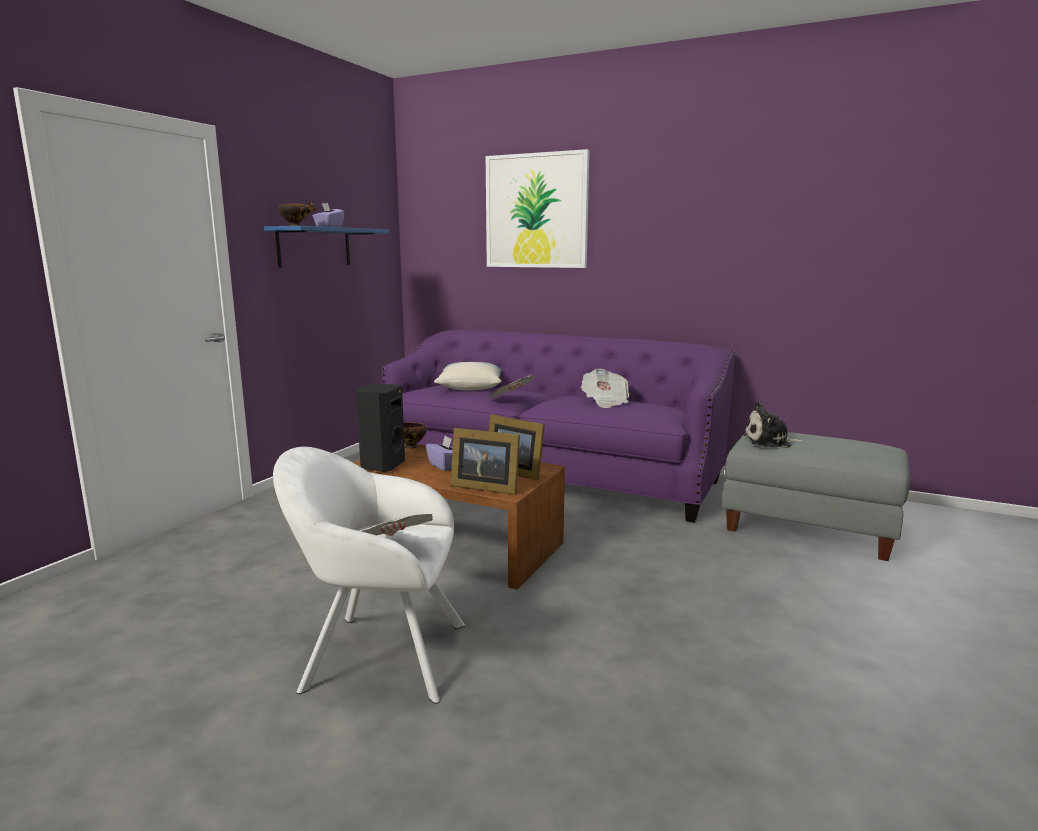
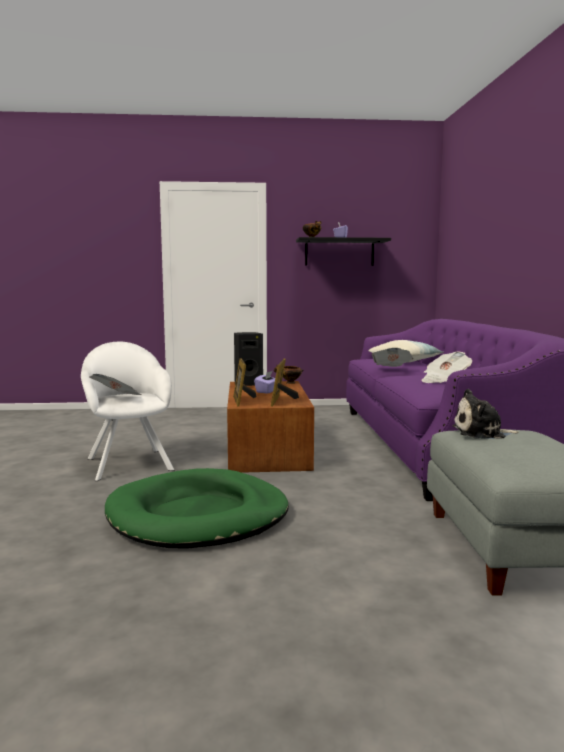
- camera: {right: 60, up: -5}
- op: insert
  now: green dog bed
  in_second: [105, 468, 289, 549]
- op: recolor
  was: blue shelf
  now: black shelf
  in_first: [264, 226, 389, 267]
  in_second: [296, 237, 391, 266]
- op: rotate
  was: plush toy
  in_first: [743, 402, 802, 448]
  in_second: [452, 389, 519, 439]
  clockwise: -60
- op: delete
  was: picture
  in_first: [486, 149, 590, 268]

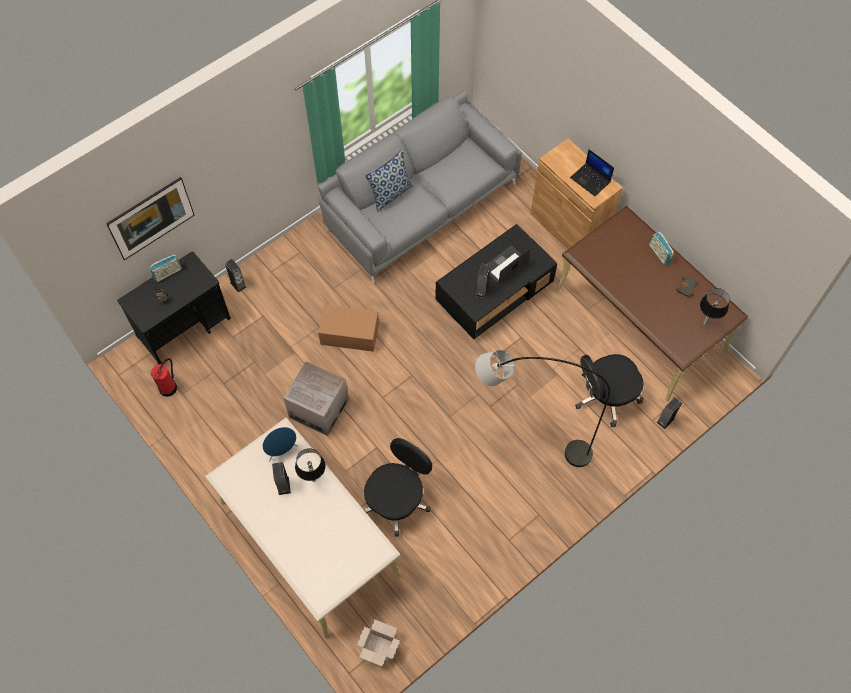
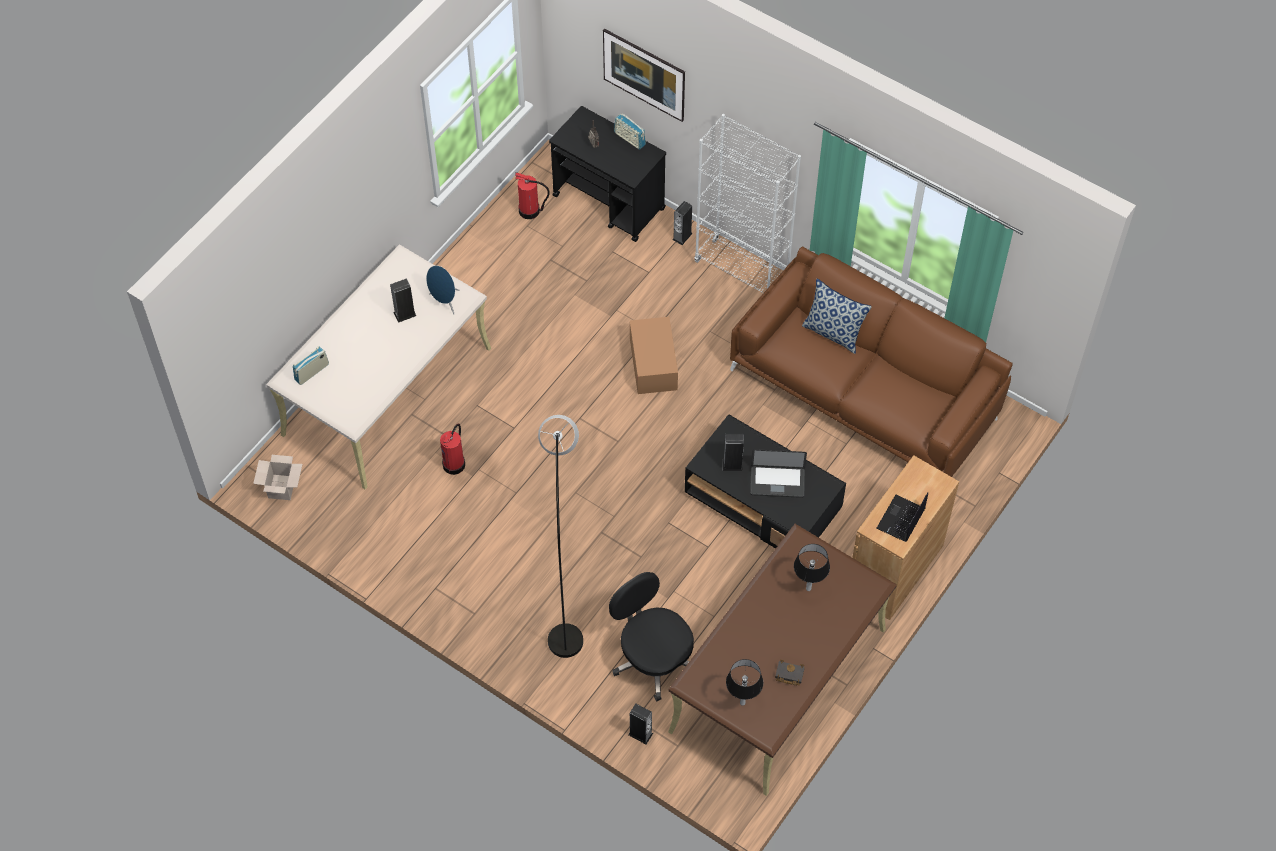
- camera: {right: 75, up: -5}
- op: move
  was: radio
  in_first: [649, 232, 674, 265]
  in_second: [293, 346, 329, 385]
- op: replace
  was: black office chair
  now: fire extinguisher
  in_first: [364, 438, 432, 537]
  in_second: [440, 424, 465, 475]
- op: insert
  now: white bookcase
  in_second: [694, 114, 801, 293]
- op: recolor
  was: grey sofa
  now: brown sofa
  in_first: [318, 91, 522, 284]
  in_second: [730, 246, 1013, 477]
- op: rotate
  was: laptop
  in_first: [486, 246, 530, 284]
  in_second: [750, 449, 807, 498]
  clockwise: 150
- op: move
  was: table lamp
  in_first: [295, 448, 326, 482]
  in_second: [794, 544, 830, 591]
- op: delete
  was: cardboard box
  in_first: [283, 361, 349, 436]

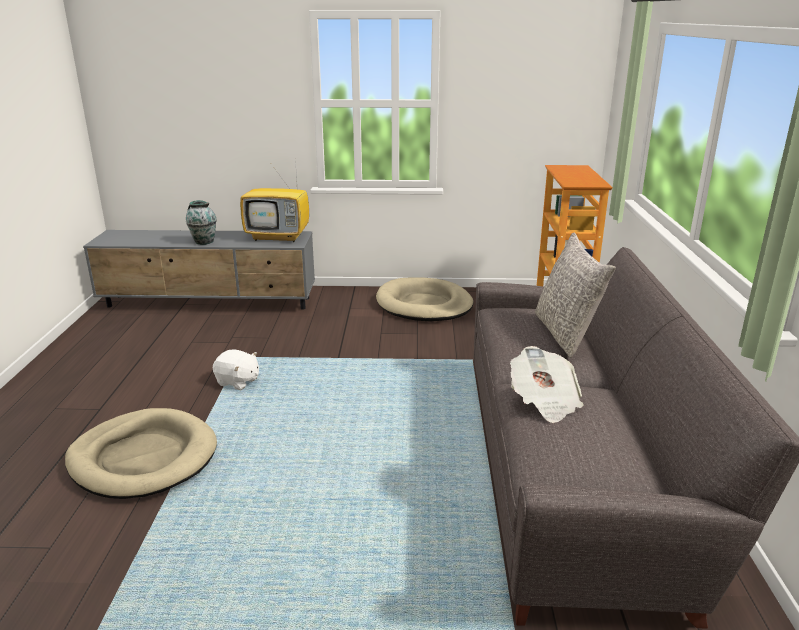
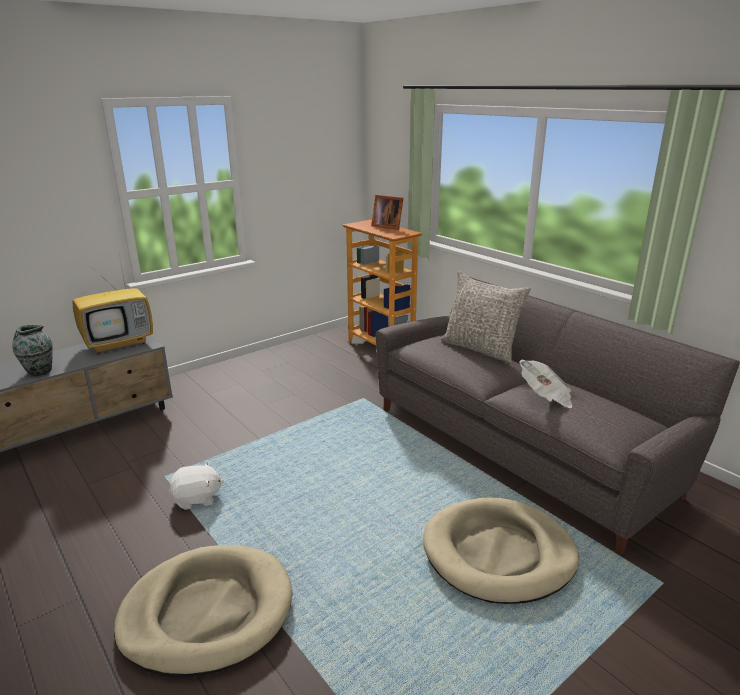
- camera: {right: -40, up: 0}
- op: insert
  now: picture frame
  in_second: [371, 195, 403, 230]
- op: move
  was: beige dog bed
  in_first: [376, 277, 474, 322]
  in_second: [423, 498, 579, 604]

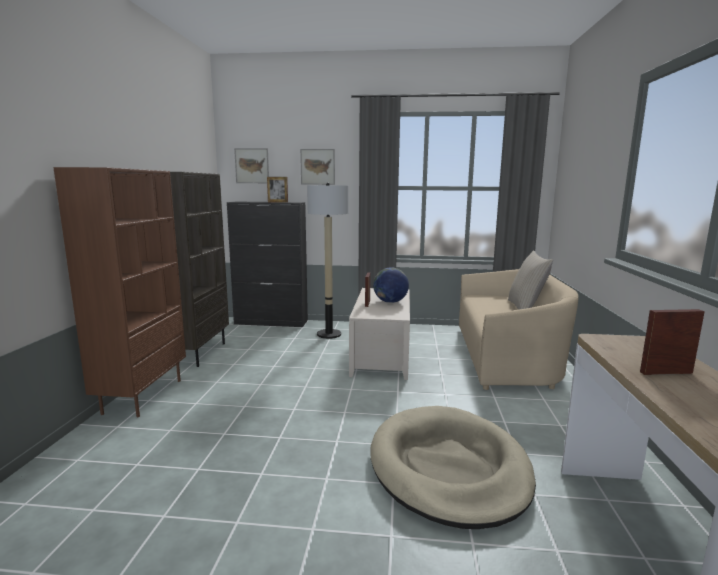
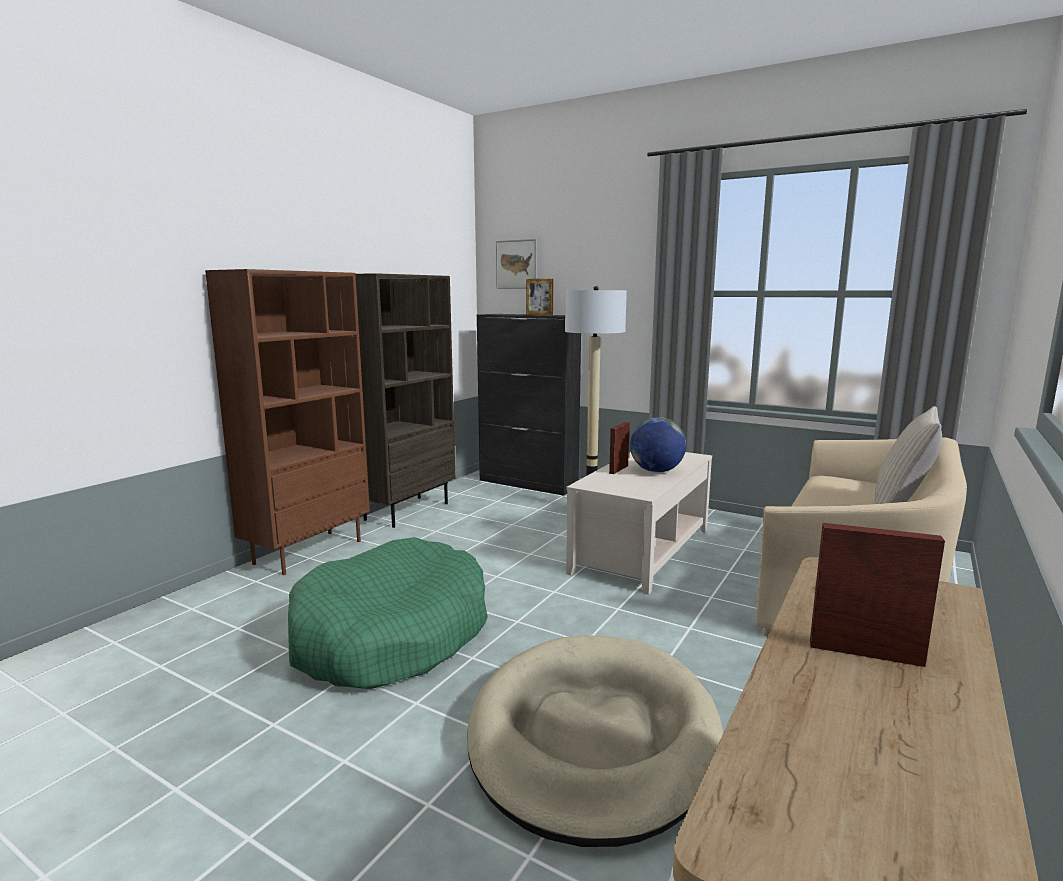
- camera: {right: 25, up: 0}
- op: insert
  now: green dog bed
  in_second: [288, 537, 488, 689]
- op: delete
  was: picture
  in_first: [300, 149, 335, 185]

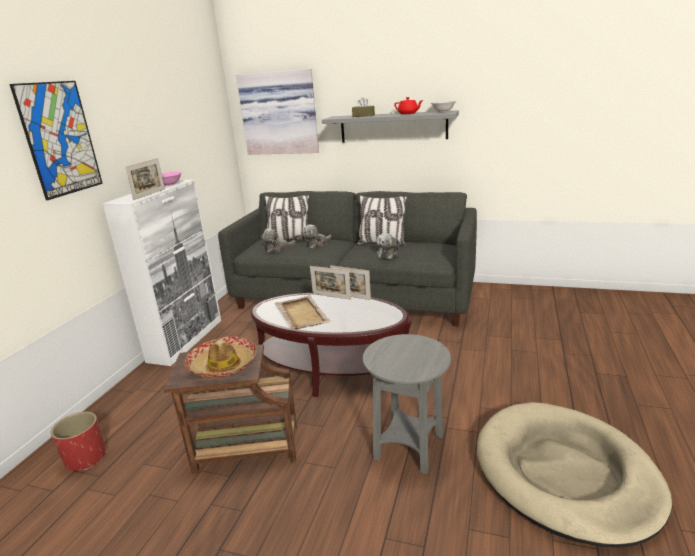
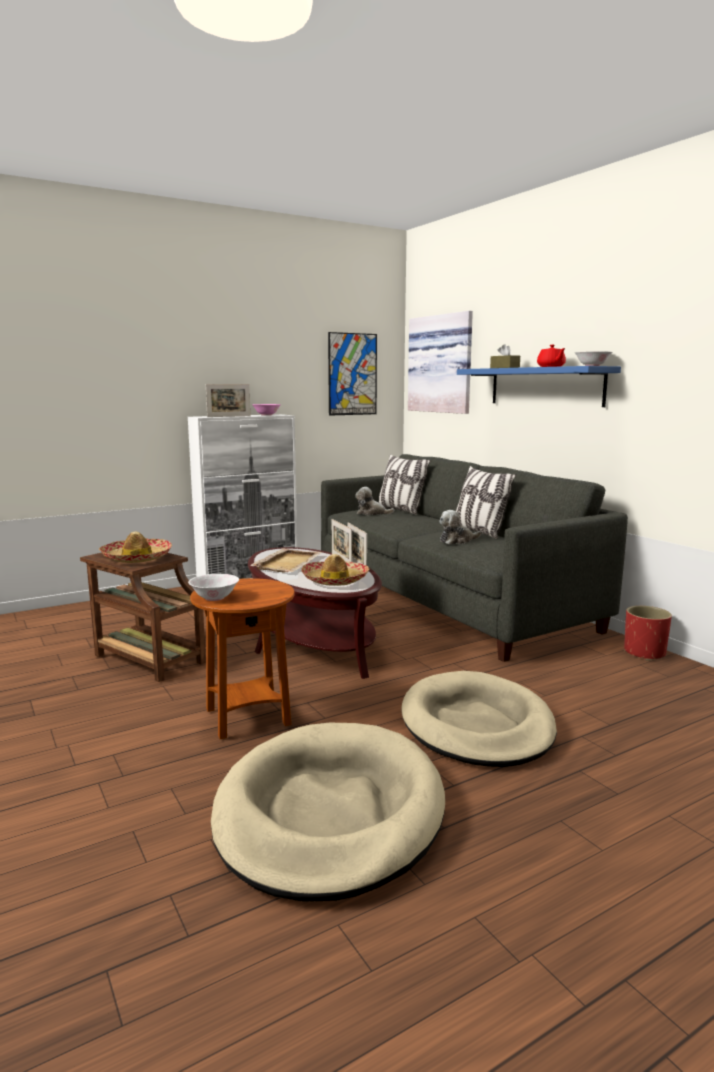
- camera: {right: 40, up: -10}
- op: insert
  now: white bowl
  in_second: [188, 574, 239, 601]
- op: recolor
  was: grey side table
  now: brown side table
  in_first: [363, 334, 451, 474]
  in_second: [190, 578, 295, 739]
- op: insert
  now: hat
  in_second: [301, 554, 369, 586]
- op: move
  was: picture
  in_first: [9, 81, 103, 200]
  in_second: [328, 332, 377, 416]
- op: insert
  now: beige dog bed
  in_second: [401, 671, 557, 767]
- op: recolor
  was: grey shelf
  now: blue shelf
  in_first: [322, 110, 459, 142]
  in_second: [457, 366, 621, 407]
- op: move
  was: red planter
  in_first: [50, 412, 106, 471]
  in_second: [624, 606, 672, 661]
- op: delete
  was: plush toy
  in_first: [304, 224, 331, 249]

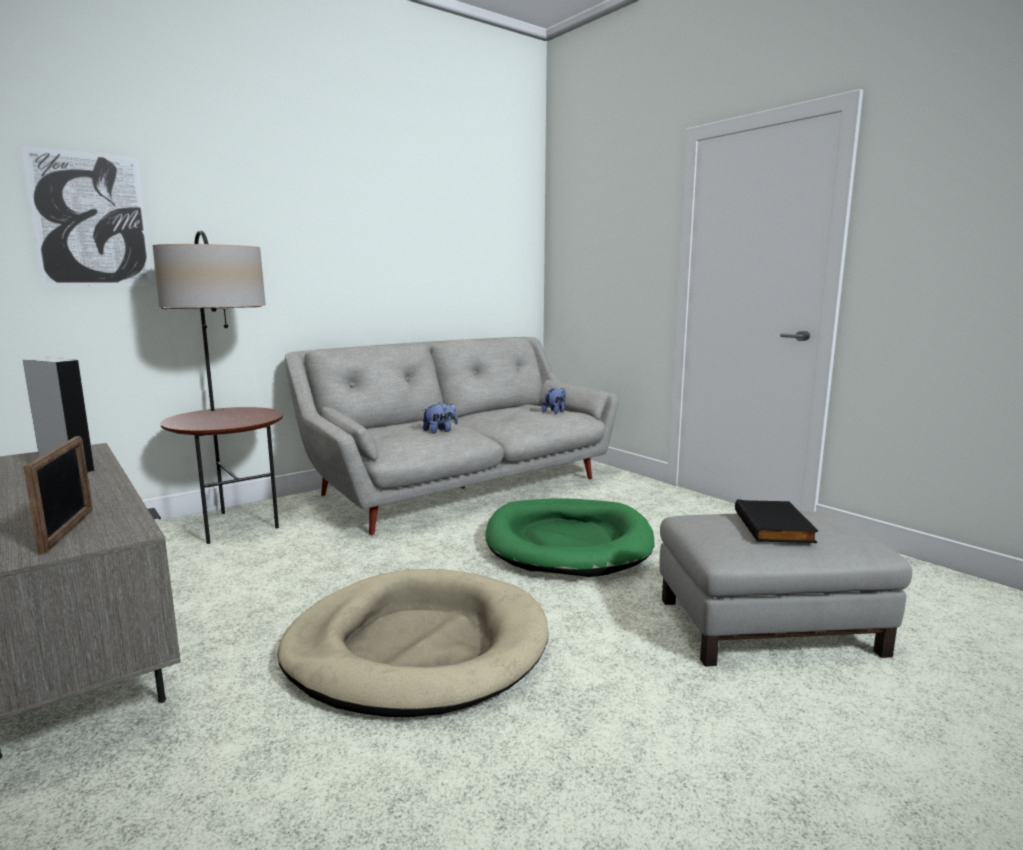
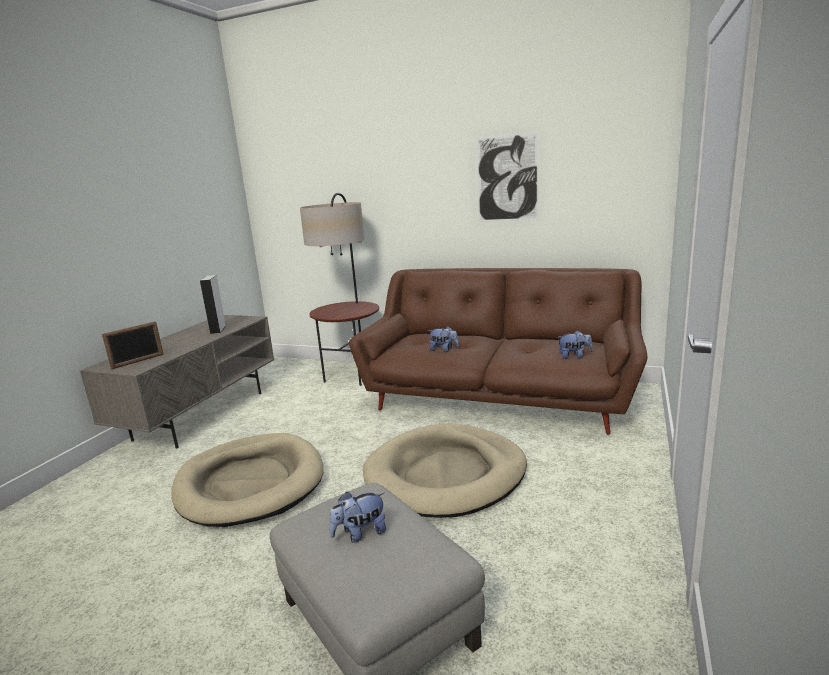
- camera: {right: 60, up: 5}
- op: replace
  was: black book
  now: plush toy
  in_first: [735, 499, 818, 543]
  in_second: [329, 492, 386, 543]
- op: recolor
  was: grey sofa
  now: brown sofa
  in_first: [285, 337, 619, 535]
  in_second: [349, 268, 647, 434]
- op: recolor
  was: green dog bed
  now: beige dog bed
  in_first: [485, 498, 654, 577]
  in_second: [363, 424, 527, 518]
- op: move
  was: picture
  in_first: [21, 146, 153, 285]
  in_second: [475, 131, 539, 222]

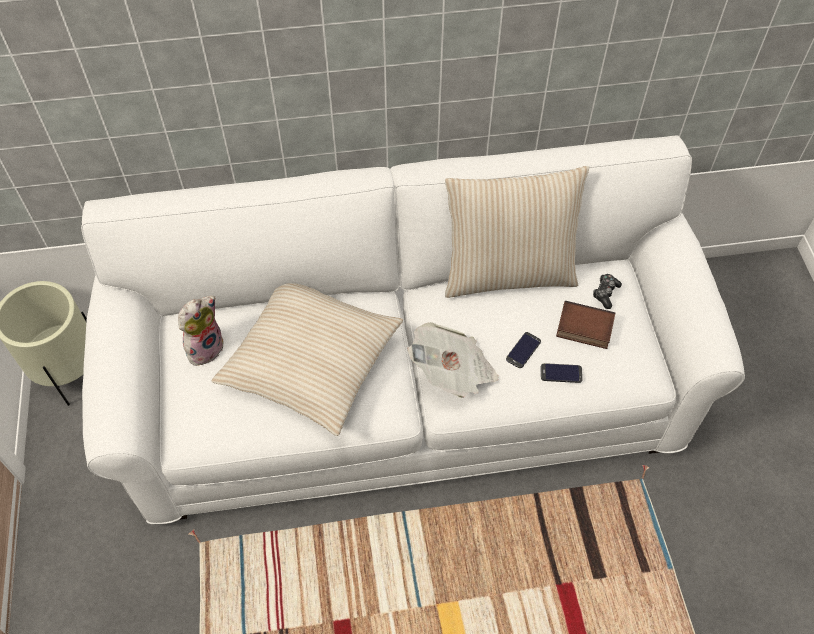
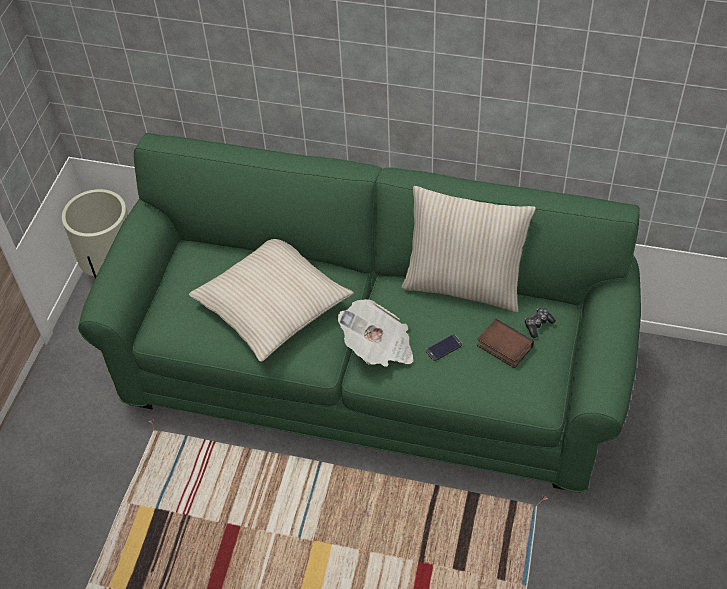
- camera: {right: 25, up: -5}
- op: recolor
  was: white sofa
  now: green sofa
  in_first: [81, 136, 745, 524]
  in_second: [78, 133, 641, 493]
- op: delete
  was: plush toy
  in_first: [178, 295, 223, 366]
- op: delete
  was: phone
  in_first: [541, 363, 583, 383]

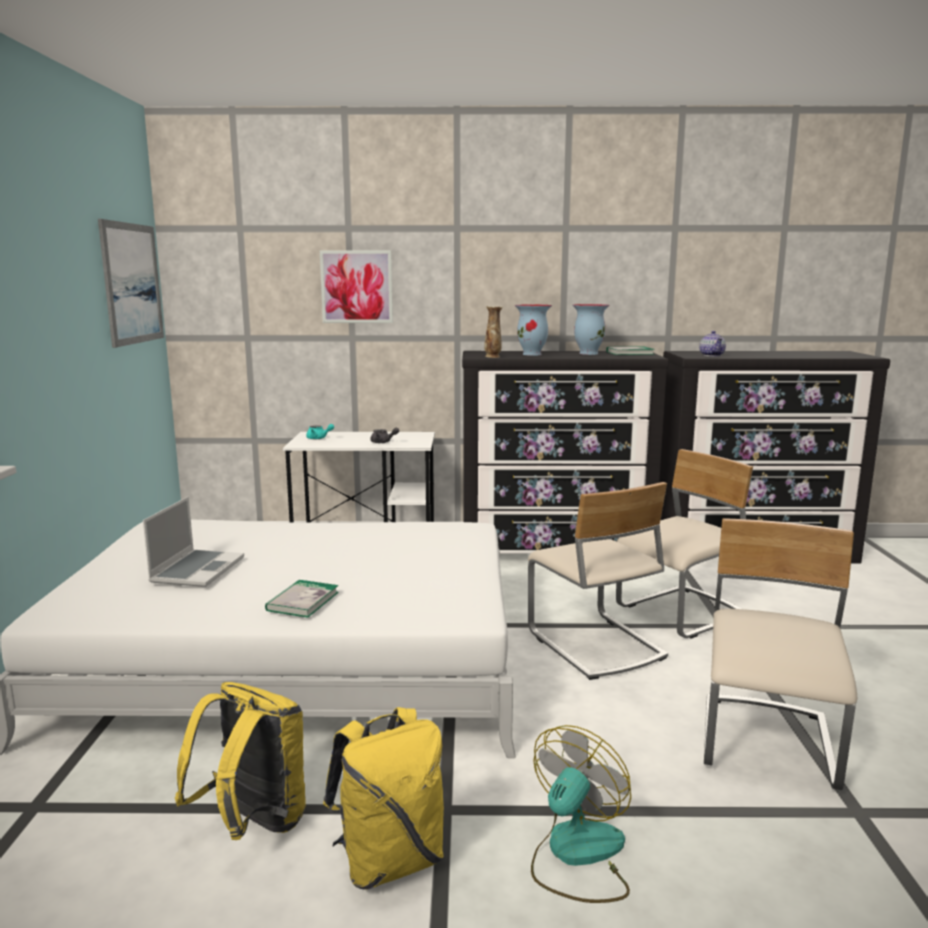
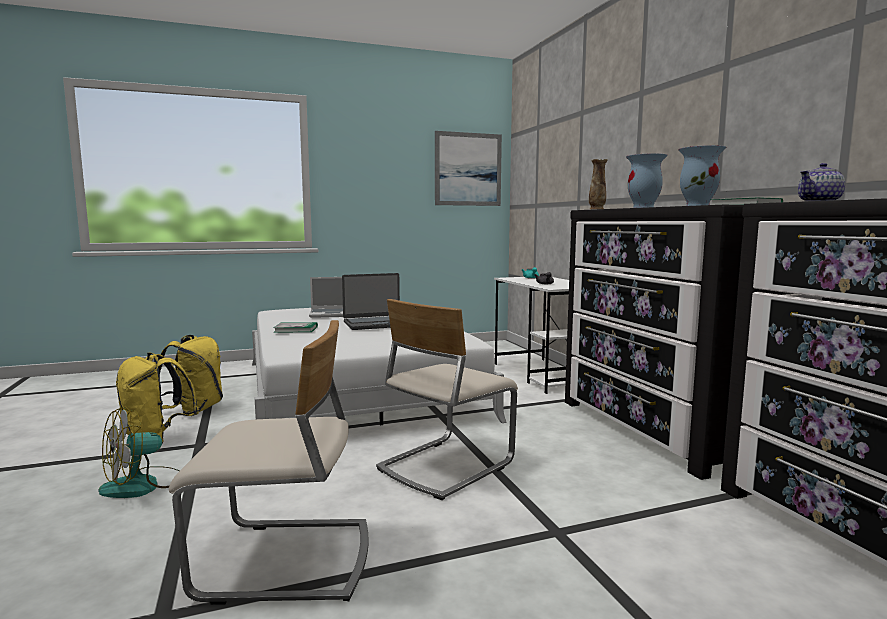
- camera: {right: 70, up: -5}
- op: rotate
  was: fan
  in_first: [531, 725, 631, 903]
  in_second: [98, 406, 179, 498]
  clockwise: 120
- op: insert
  now: laptop
  in_second: [342, 273, 400, 330]
- op: delete
  was: picture
  in_first: [320, 251, 393, 323]
- op: delete
  was: beige chair
  in_first: [616, 449, 753, 639]

